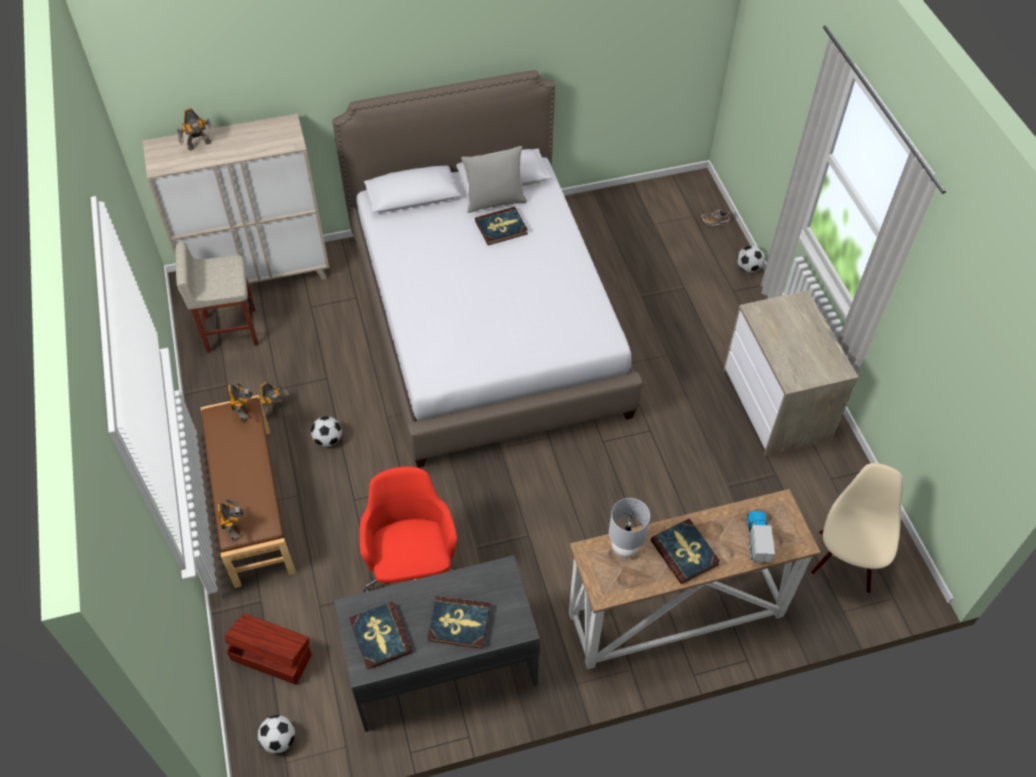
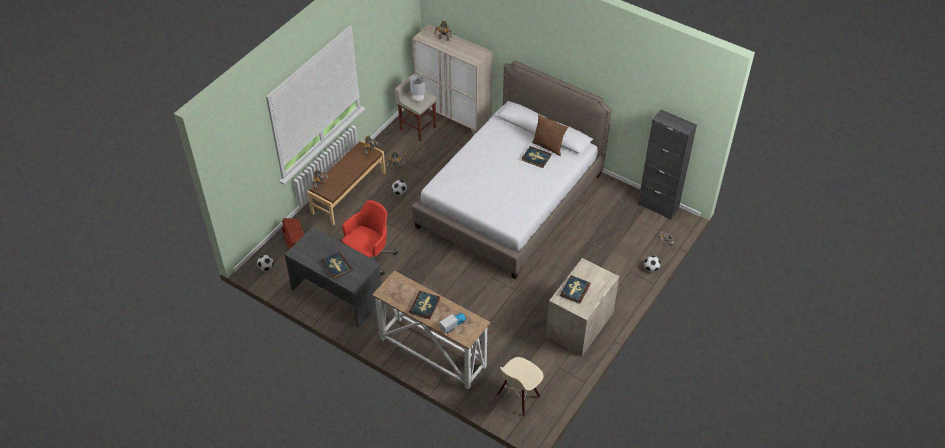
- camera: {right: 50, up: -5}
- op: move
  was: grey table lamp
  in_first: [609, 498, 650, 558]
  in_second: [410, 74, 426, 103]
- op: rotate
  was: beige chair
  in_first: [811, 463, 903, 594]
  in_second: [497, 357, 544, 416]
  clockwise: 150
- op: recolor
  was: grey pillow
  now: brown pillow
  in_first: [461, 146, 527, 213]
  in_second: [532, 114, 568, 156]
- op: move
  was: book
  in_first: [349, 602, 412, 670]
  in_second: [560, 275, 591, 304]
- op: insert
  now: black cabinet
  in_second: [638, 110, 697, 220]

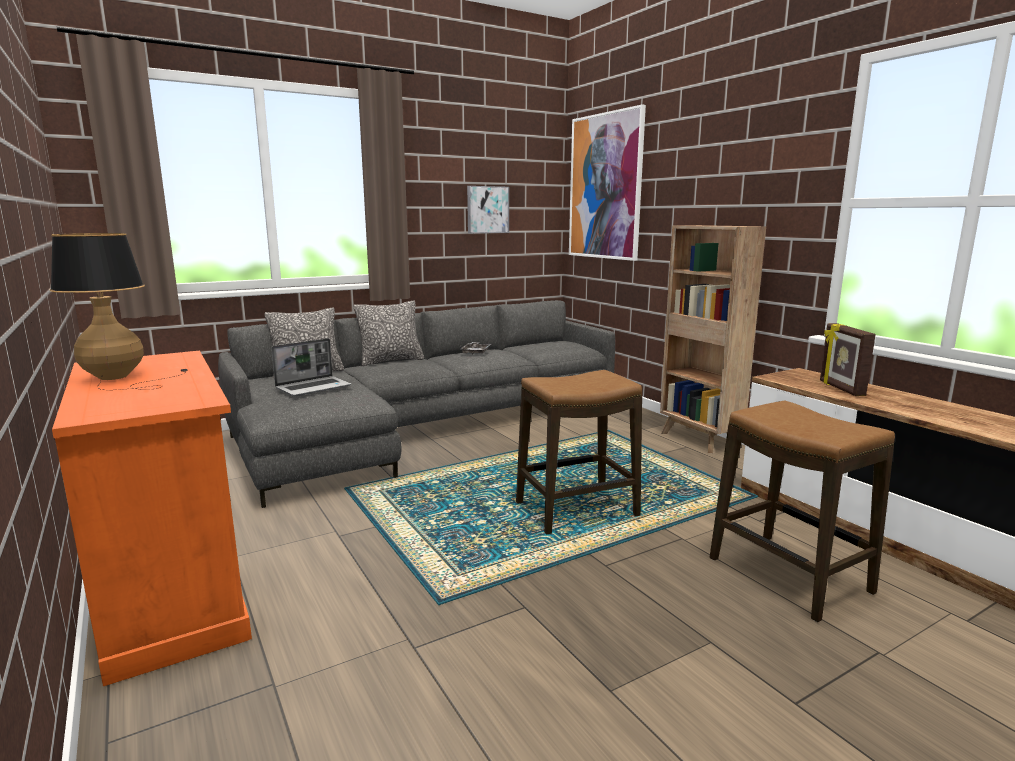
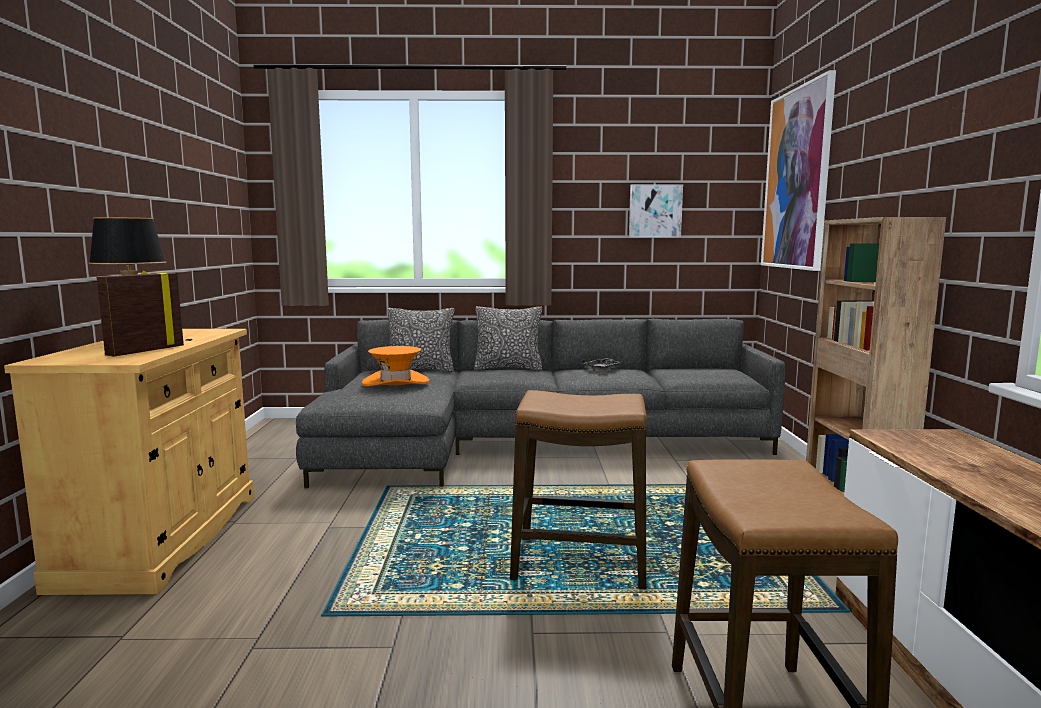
- camera: {right: 30, up: -5}
- op: recolor
  was: orange cabinet
  now: beige cabinet
  in_first: [52, 351, 252, 686]
  in_second: [4, 329, 254, 595]
- op: move
  was: picture frame
  in_first: [820, 323, 876, 396]
  in_second: [97, 271, 184, 357]
- op: replace
  was: laptop
  now: orange hat
  in_first: [271, 338, 351, 397]
  in_second: [362, 346, 429, 386]

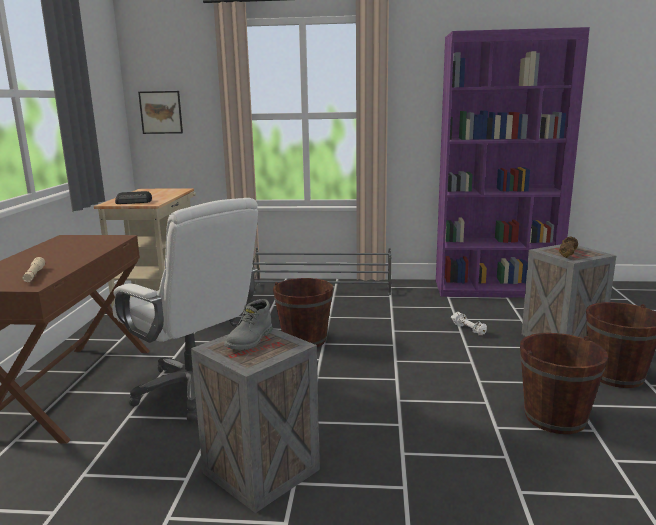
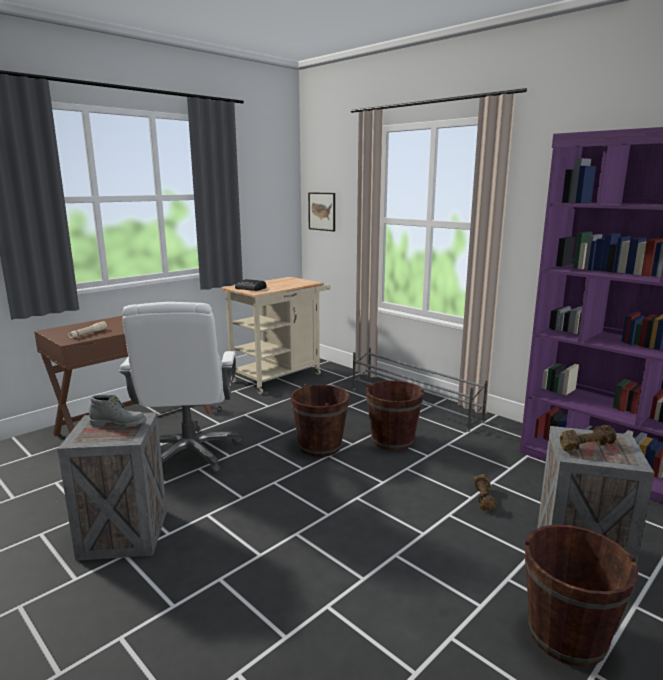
- camera: {right: 40, up: 0}
- op: rotate
  was: grey boot
  in_first: [224, 299, 272, 350]
  in_second: [89, 395, 147, 427]
  clockwise: -150
- op: move
  was: brown bucket
  in_first: [520, 333, 608, 434]
  in_second: [366, 380, 424, 451]
- op: recolor
  was: white dumbbell
  now: brown dumbbell
  in_first: [451, 312, 487, 336]
  in_second: [474, 474, 497, 511]

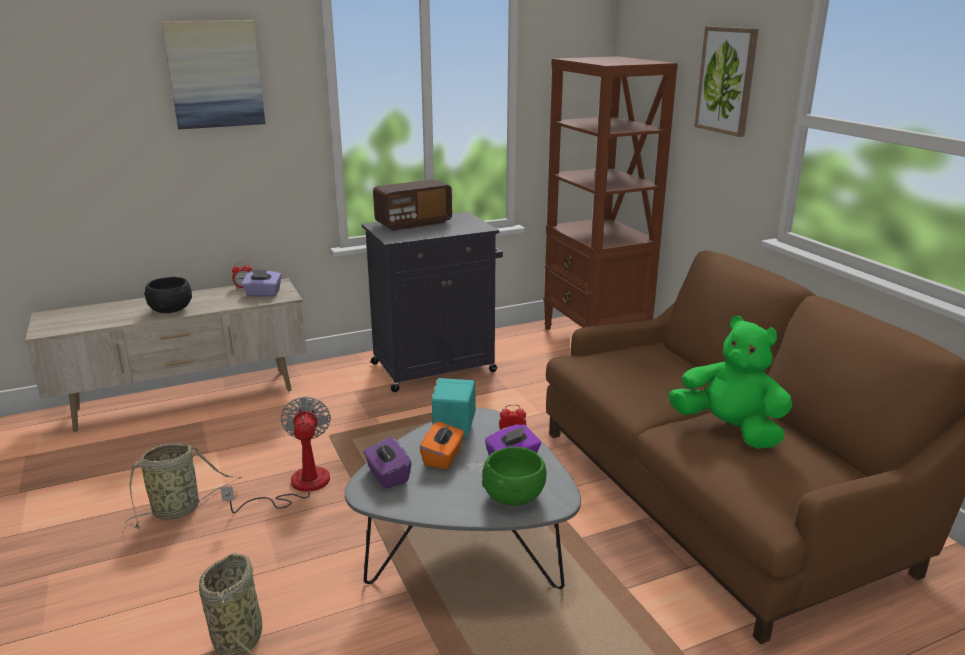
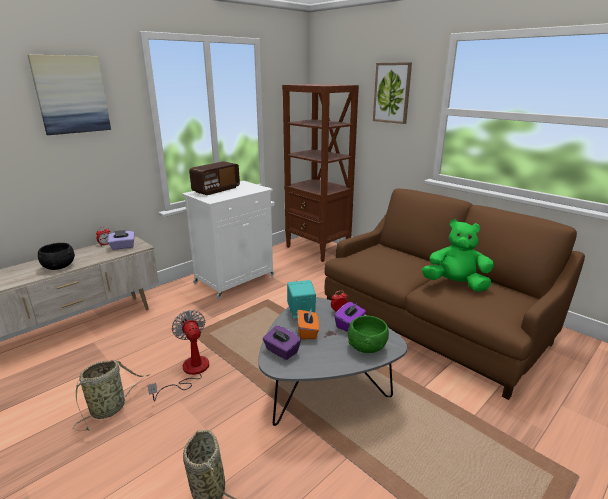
- camera: {right: -20, up: 0}
- op: recolor
  was: black cabinet
  now: white cabinet
  in_first: [362, 212, 503, 392]
  in_second: [182, 181, 275, 299]

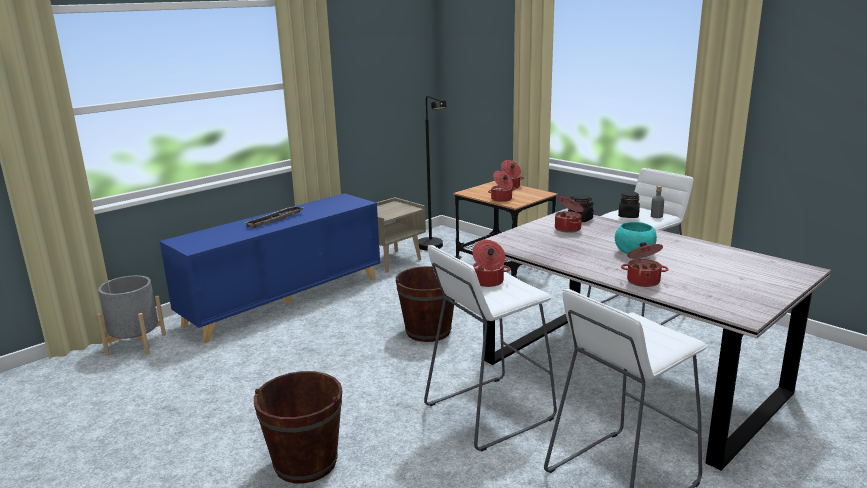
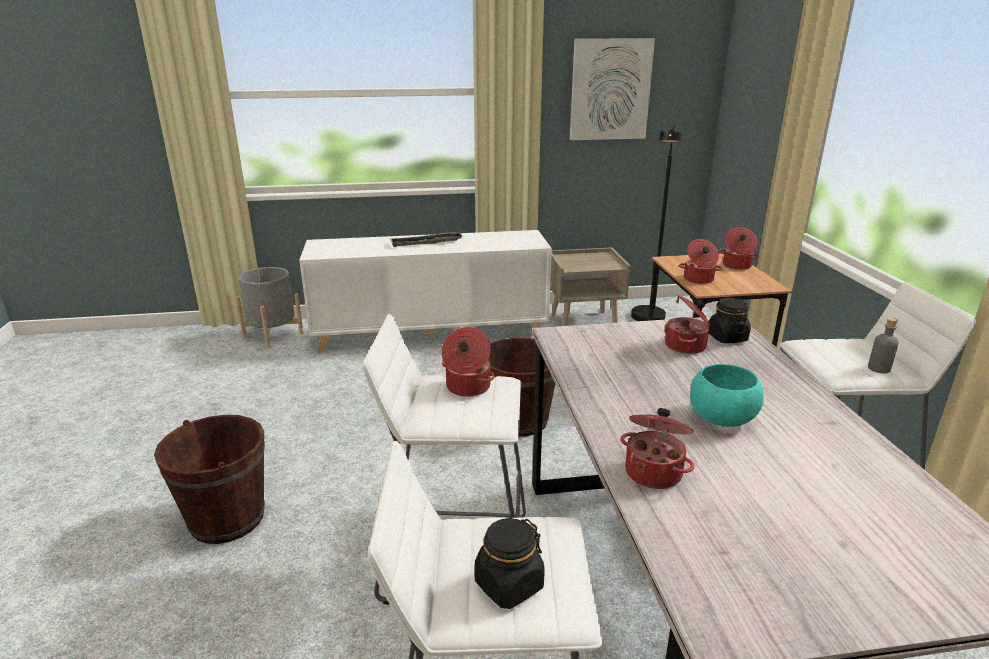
- camera: {right: 35, up: 5}
- op: recolor
  was: blue cabinet
  now: white cabinet
  in_first: [160, 193, 380, 343]
  in_second: [299, 230, 552, 354]
- op: move
  was: black jar
  in_first: [618, 191, 640, 218]
  in_second: [474, 518, 545, 609]
- op: insert
  now: picture
  in_second: [570, 38, 655, 140]

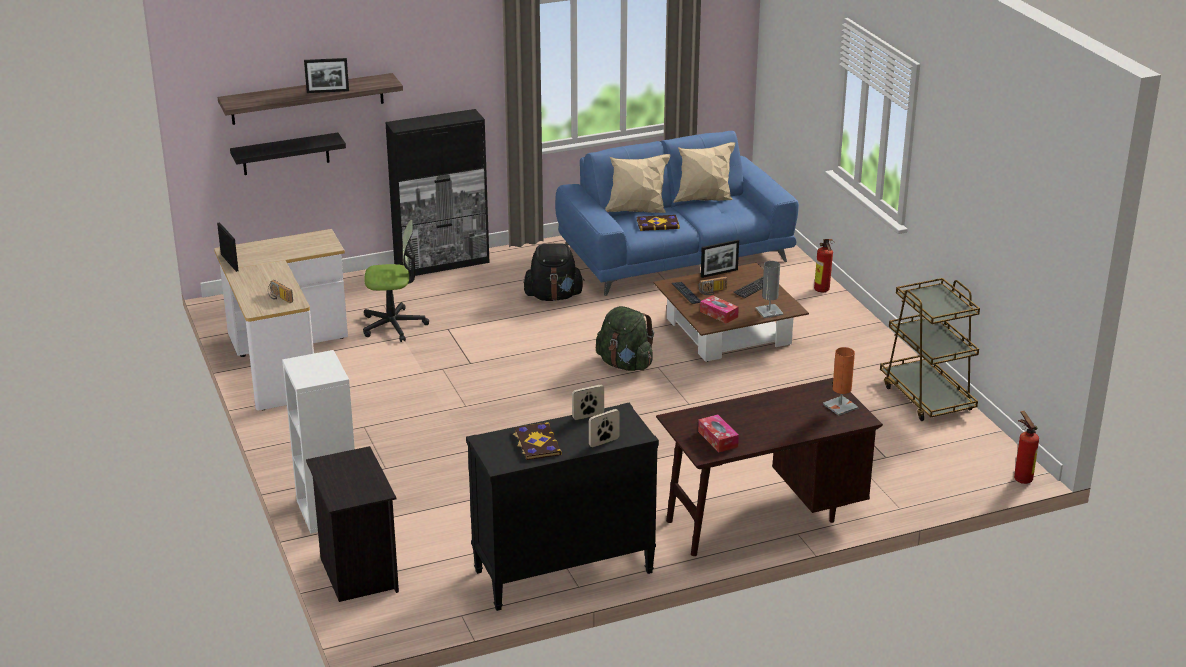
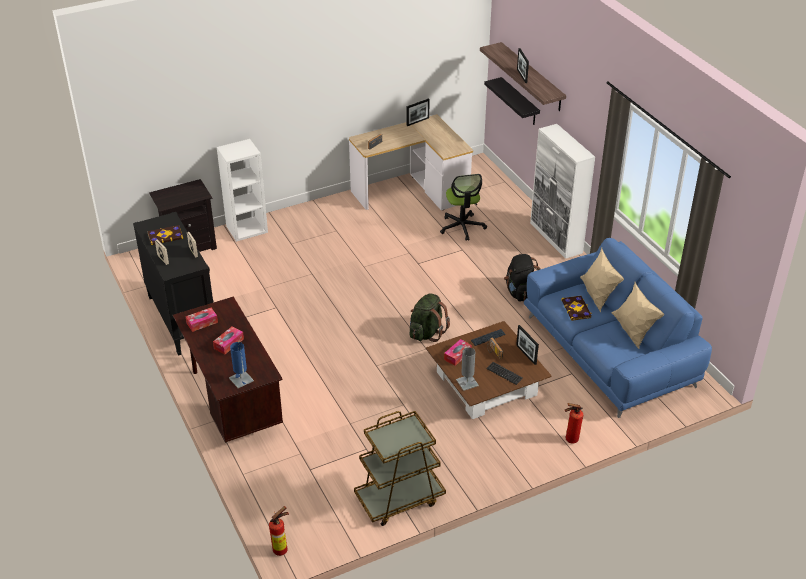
- camera: {right: 85, up: 10}
- op: insert
  now: tissue box
  in_second: [213, 326, 244, 355]
- op: recolor
  was: orange table lamp
  now: blue table lamp
  in_first: [823, 347, 859, 416]
  in_second: [229, 342, 254, 388]
- op: recolor
  was: black cabinet
  now: white cabinet
  in_first: [385, 109, 489, 277]
  in_second: [530, 124, 595, 259]

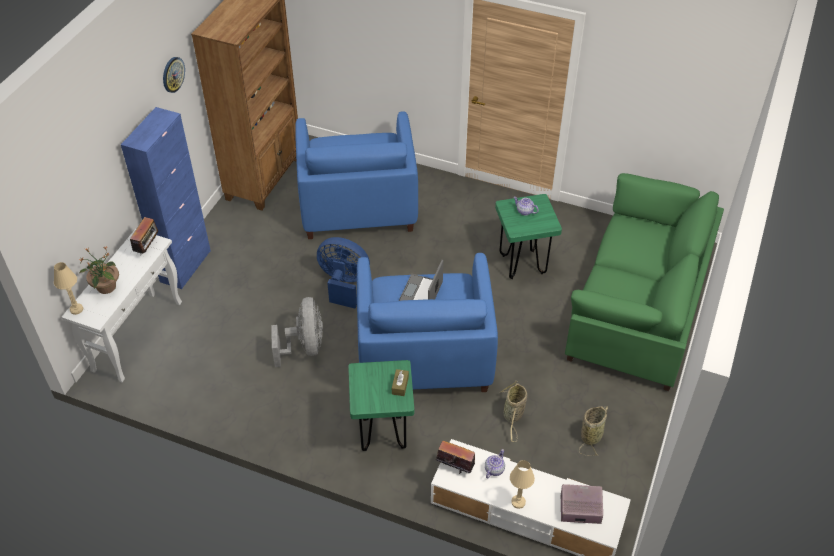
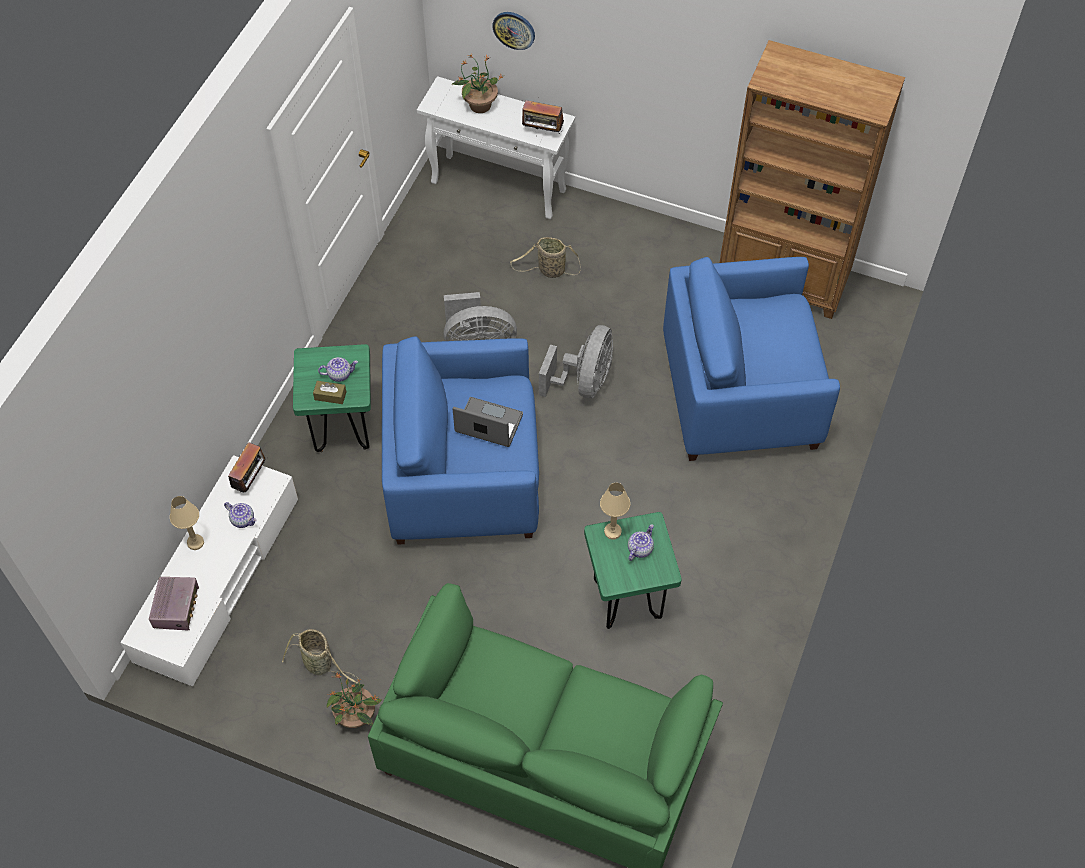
- camera: {right: 90, up: 10}
- op: insert
  now: teapot
  in_second: [318, 357, 358, 382]
- op: insert
  now: potted plant
  in_second: [327, 673, 382, 728]
- op: move
  was: wall clock
  in_first: [163, 57, 185, 93]
  in_second: [492, 12, 535, 50]
- op: move
  was: basket
  in_first: [501, 380, 527, 442]
  in_second: [510, 237, 581, 278]
- op: recolor
  was: blue fan
  now: grey fan
  in_first: [317, 237, 370, 308]
  in_second: [539, 325, 613, 398]
- op: move
  was: beige table lamp
  in_first: [54, 262, 83, 315]
  in_second: [600, 483, 630, 540]
- op: delete
  was: blue cabinet
  in_first: [121, 107, 211, 289]

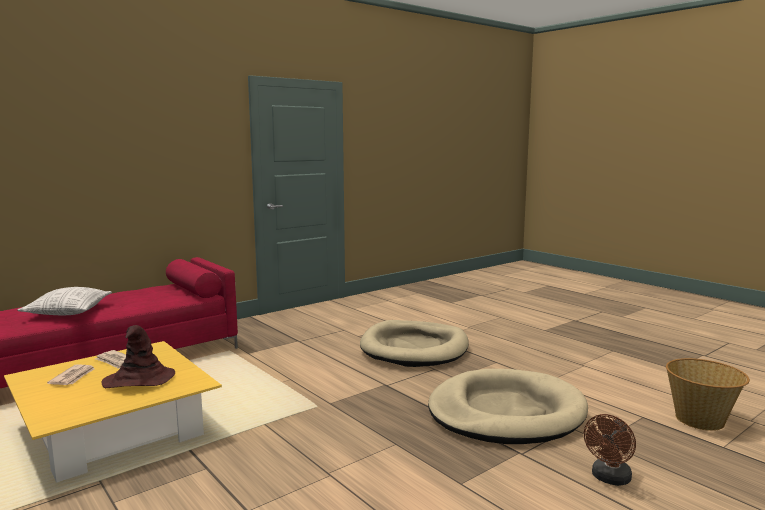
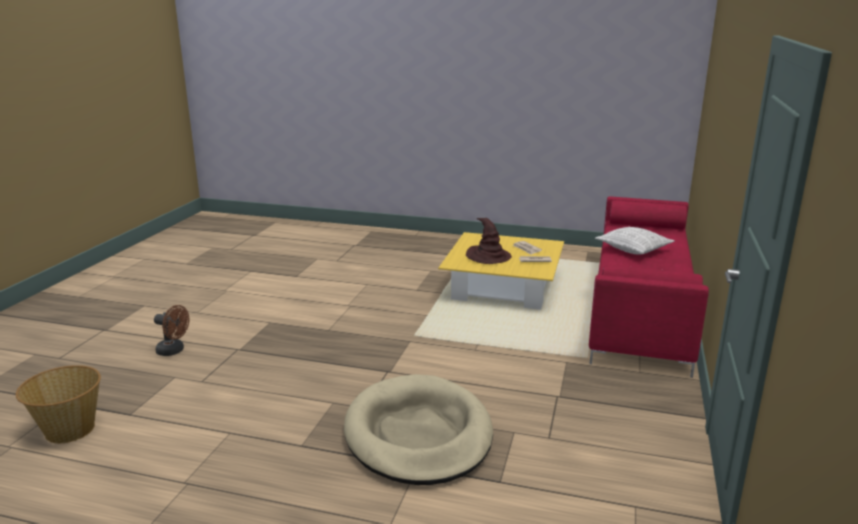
- camera: {right: 145, up: 10}
- op: rotate
  was: brown fan
  in_first: [584, 414, 636, 486]
  in_second: [154, 305, 190, 356]
  clockwise: 105
- op: delete
  was: beige dog bed
  in_first: [428, 369, 588, 444]

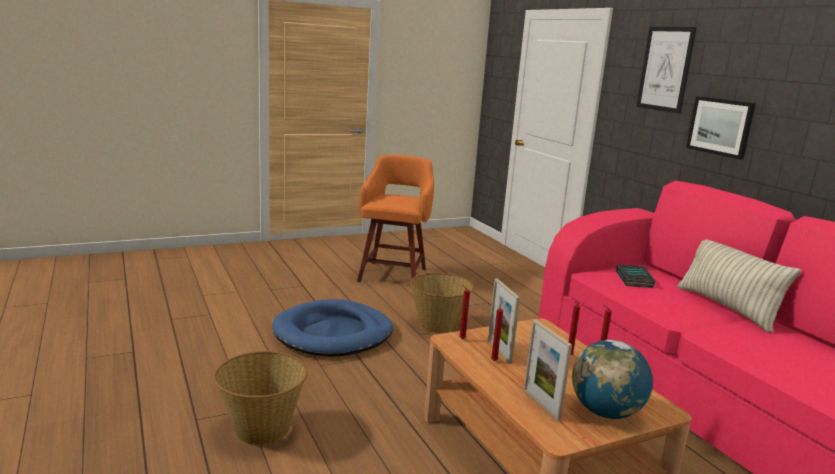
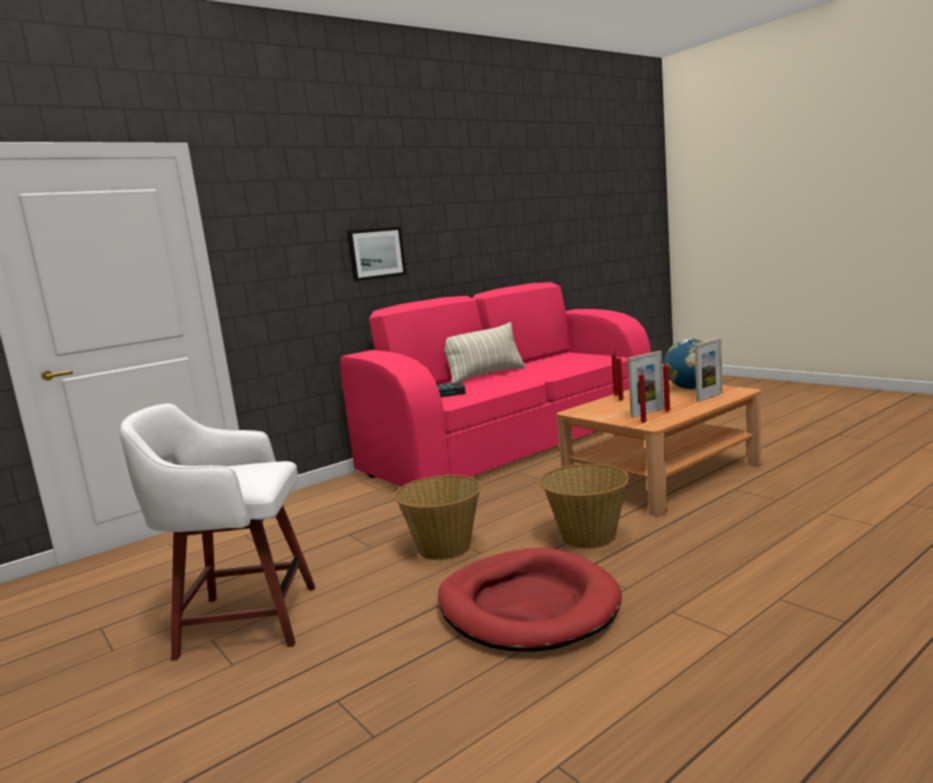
- camera: {right: -100, up: -5}
- op: recolor
  was: orange stool
  now: white stool
  in_first: [357, 155, 434, 282]
  in_second: [120, 403, 316, 660]
- op: recolor
  was: blue dog bed
  now: red dog bed
  in_first: [272, 299, 393, 357]
  in_second: [438, 548, 622, 652]
- op: move
  was: basket
  in_first: [213, 351, 308, 445]
  in_second: [539, 464, 630, 549]
- op: delete
  was: picture
  in_first: [636, 27, 697, 114]

